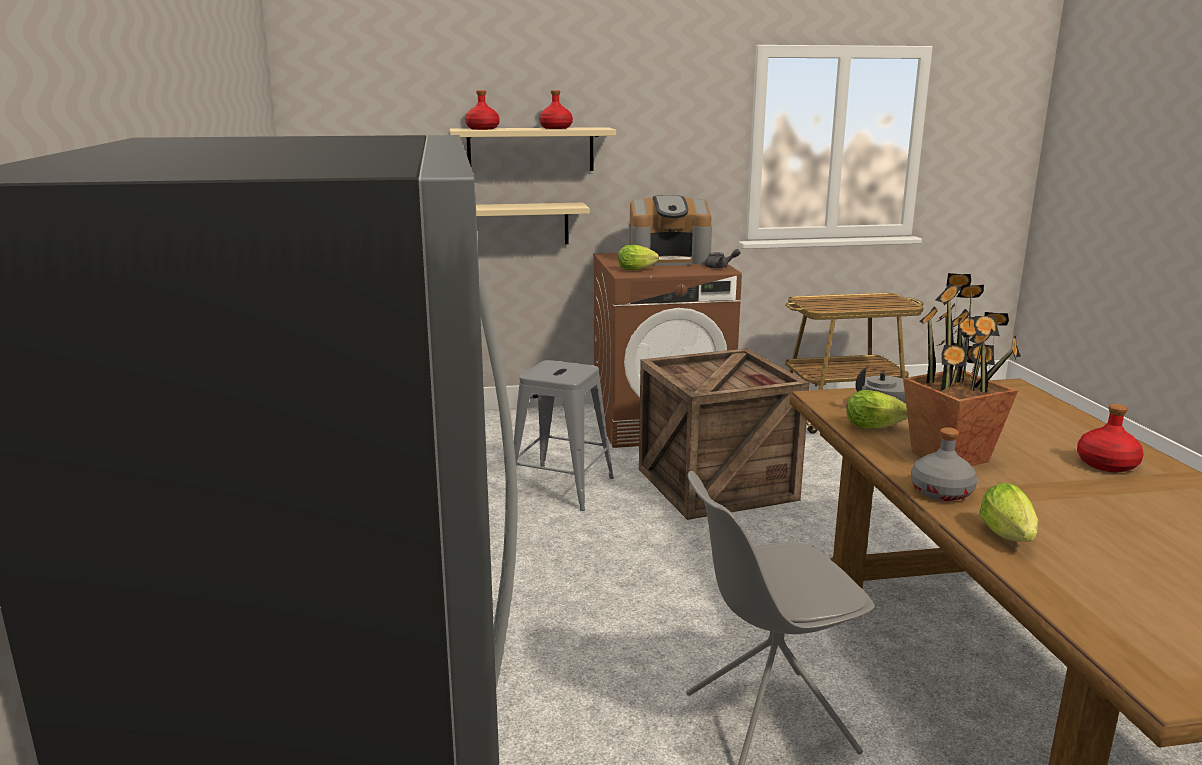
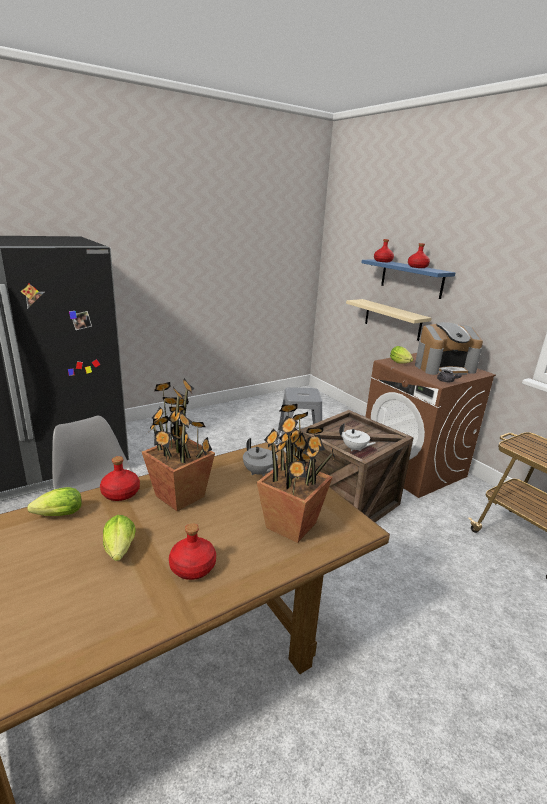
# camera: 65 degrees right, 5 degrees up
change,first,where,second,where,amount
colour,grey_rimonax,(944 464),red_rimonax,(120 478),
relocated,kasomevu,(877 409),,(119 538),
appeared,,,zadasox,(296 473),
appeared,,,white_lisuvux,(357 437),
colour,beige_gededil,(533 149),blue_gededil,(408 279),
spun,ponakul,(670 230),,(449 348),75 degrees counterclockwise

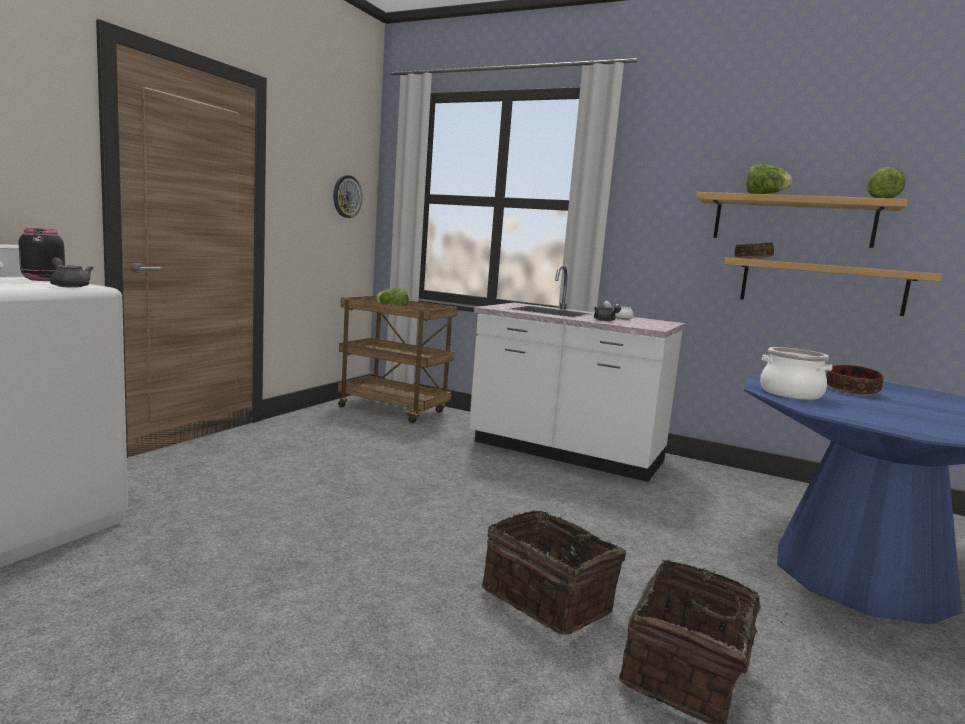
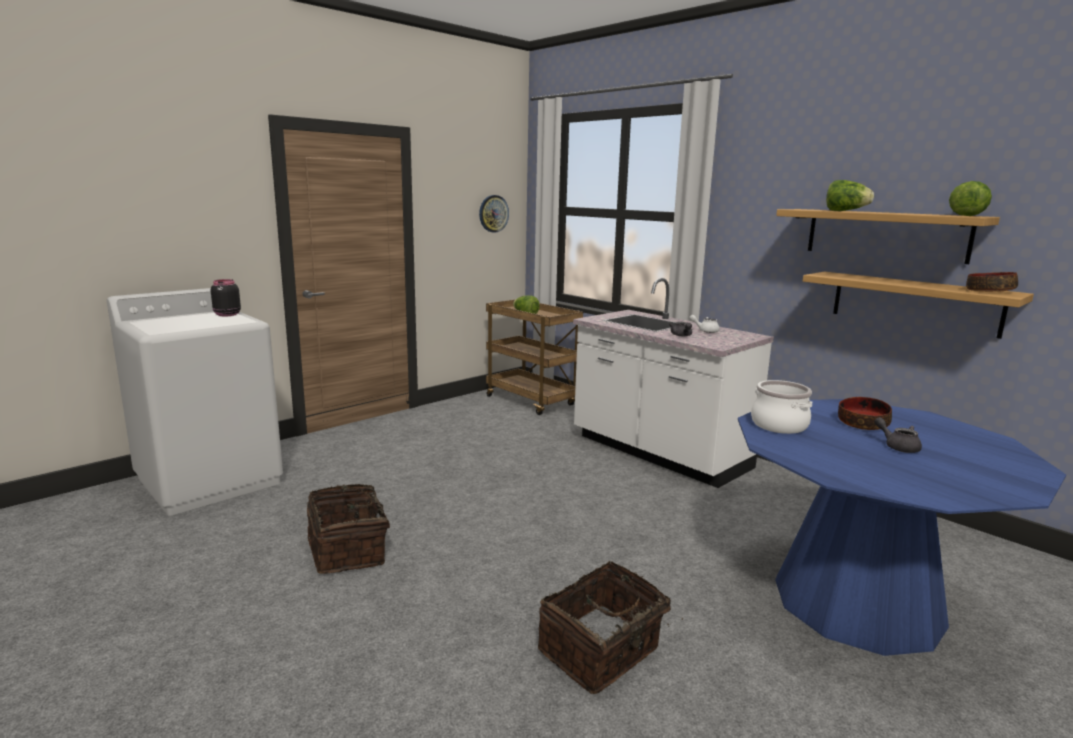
# camera: 20 degrees right, 5 degrees up
change,first,where,second,where,amount
relocated,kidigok,(554 572),,(349 529),
relocated,grey_lisuvux,(71 273),,(898 435),
relocated,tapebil,(754 250),,(992 282),

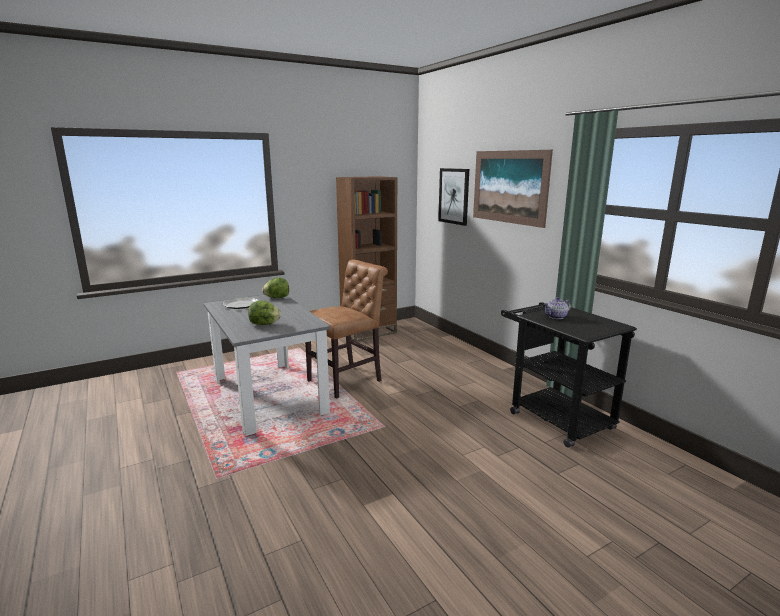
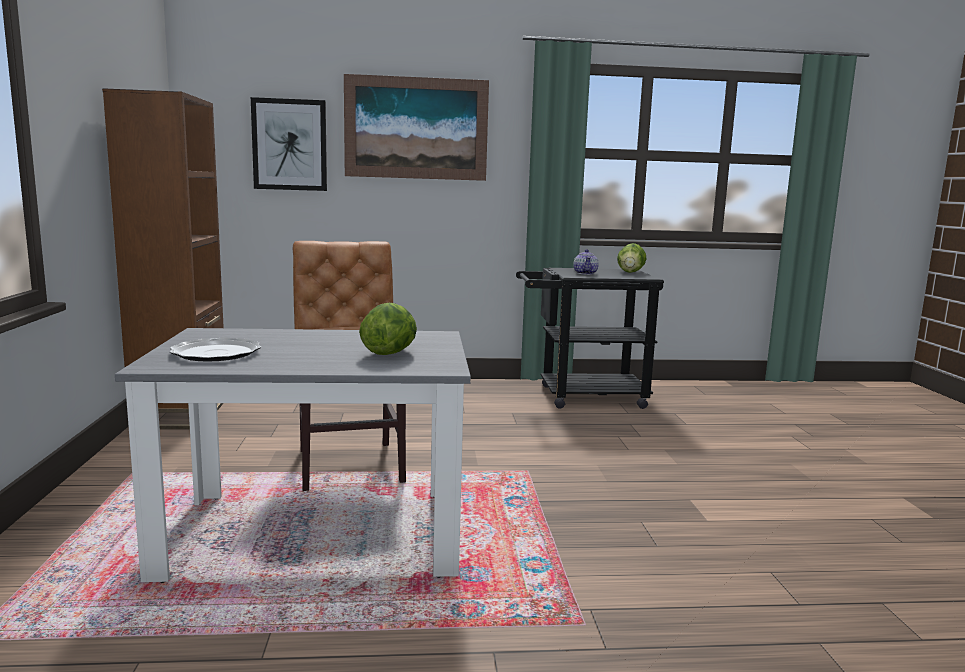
# camera: 65 degrees left, 5 degrees down
change,first,where,second,where,amount
relocated,kasomevu,(275 288),,(632 258),

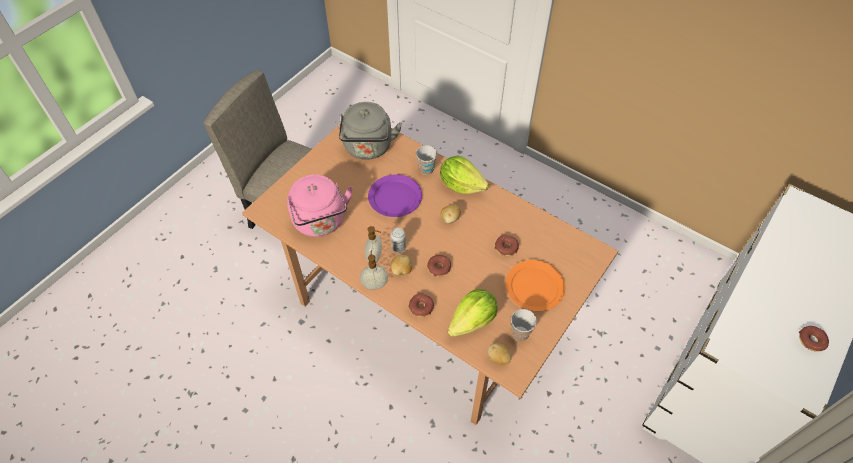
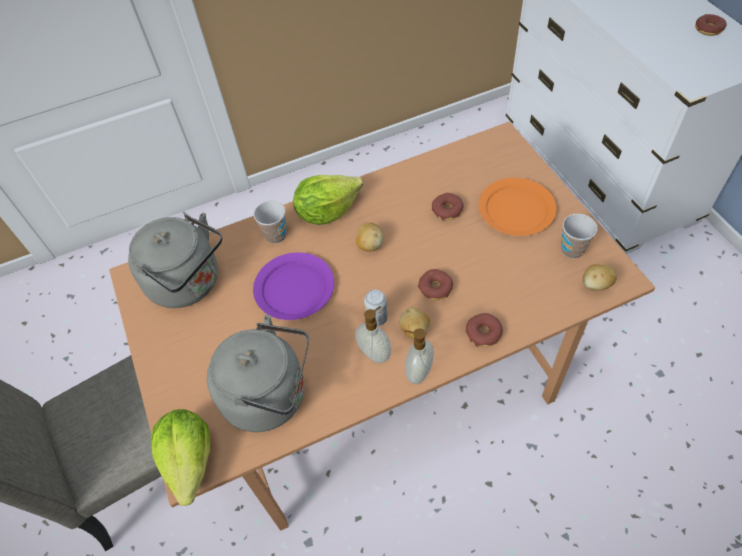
# camera: 55 degrees left, 0 degrees up
change,first,where,second,where,amount
relocated,kasomevu,(473 313),,(180 457),
colour,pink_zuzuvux,(320 205),grey_zuzuvux,(258 373),

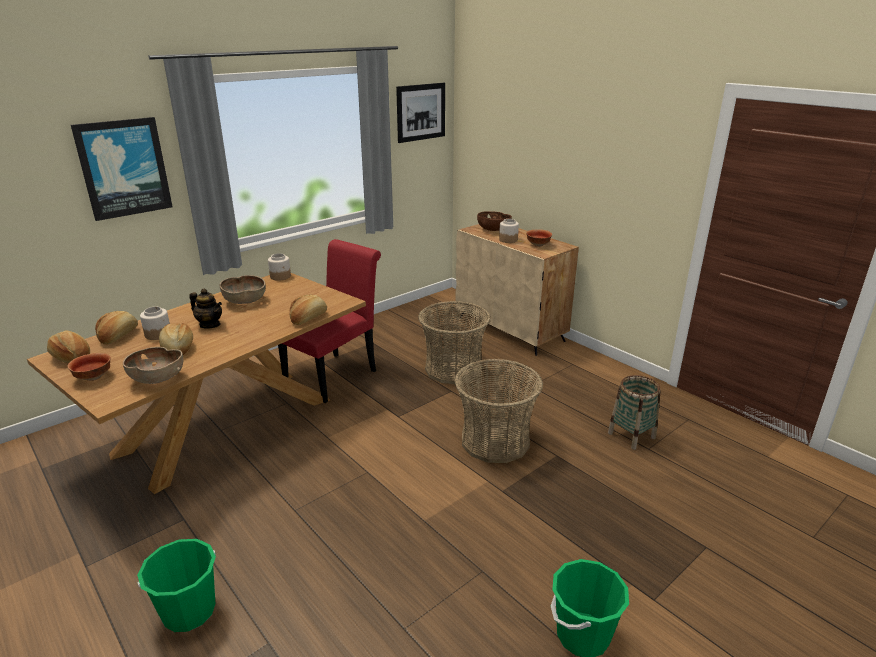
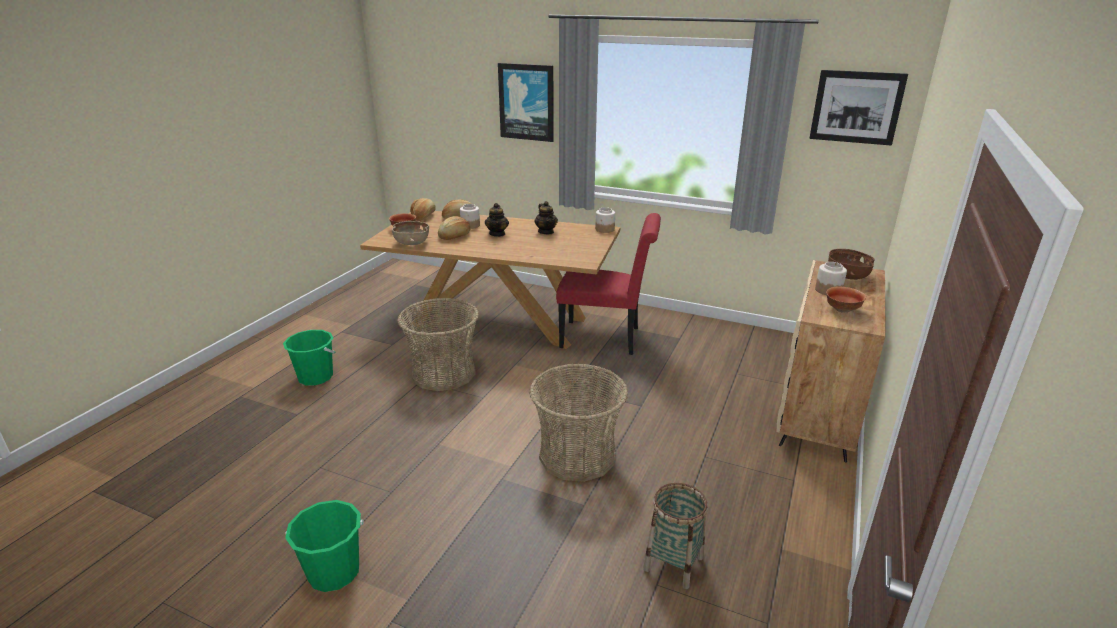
# camera: 65 degrees right, 0 degrees up
change,first,where,second,where,amount
relocated,kidigok,(454 342),,(438 344),
exchanged,brown_tapebil,(243 289),lisuvux,(546 217),
missing,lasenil,(308 310),,,

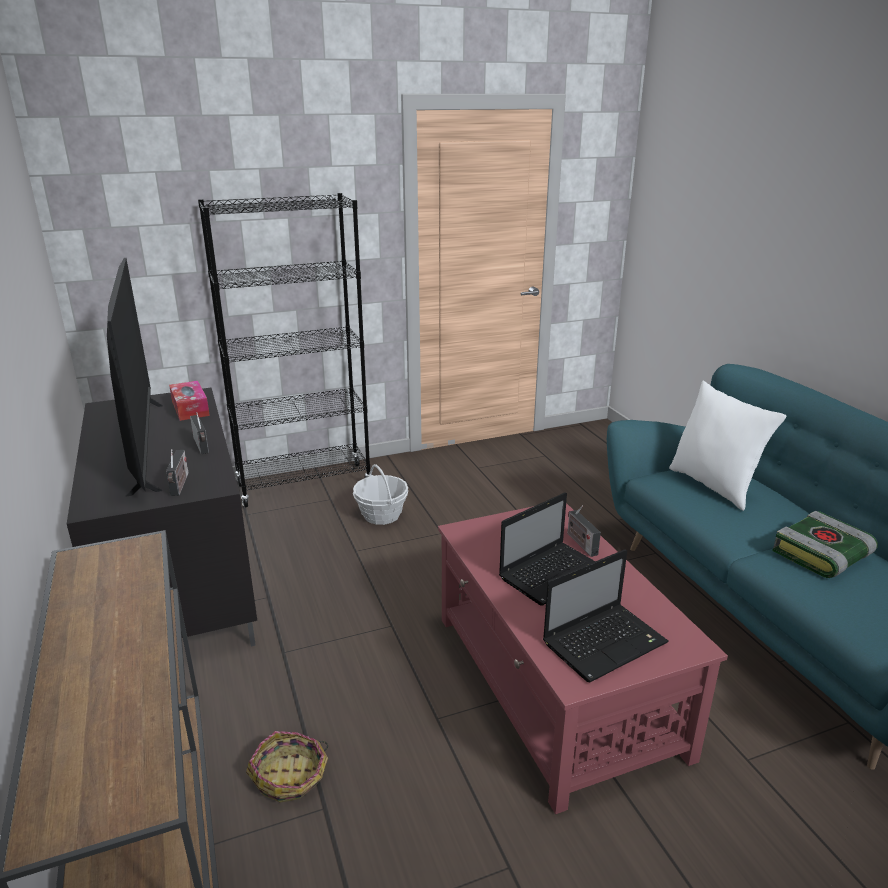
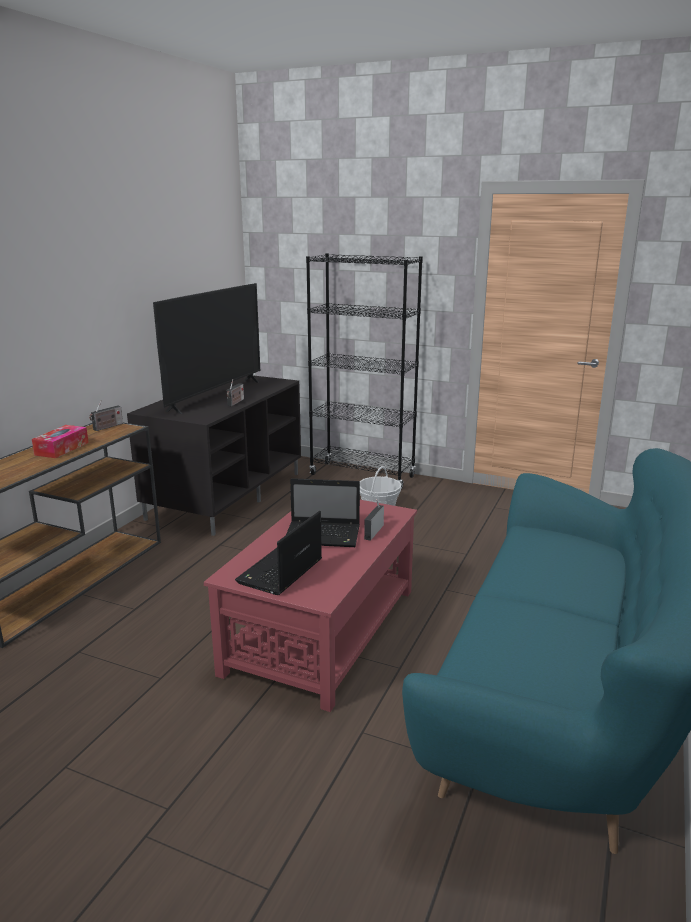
# camera: 45 degrees right, 5 degrees down
change,first,where,second,where,amount
relocated,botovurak,(189 401),,(60 441),
relocated,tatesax,(177 472),,(106 416),
spun,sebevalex,(606 615),,(278 553),105 degrees clockwise
missing,kidigok,(287 767),,,
missing,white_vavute,(727 446),,,
missing,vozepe,(825 544),,,

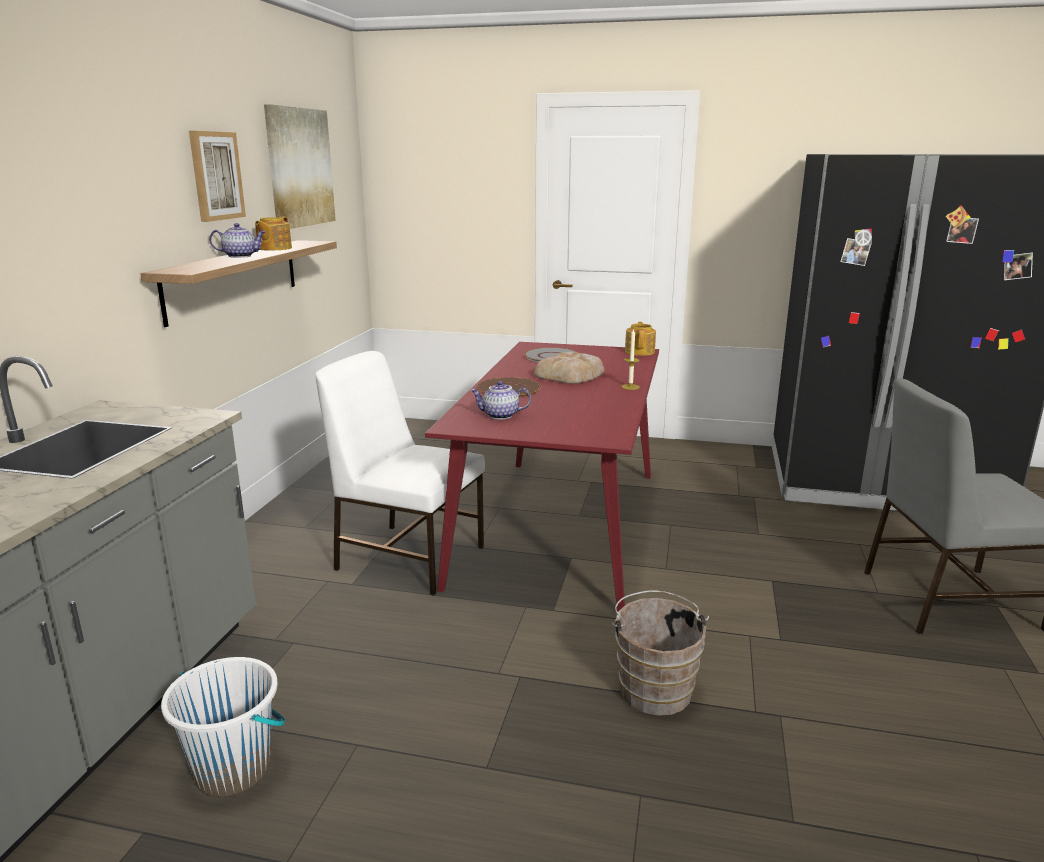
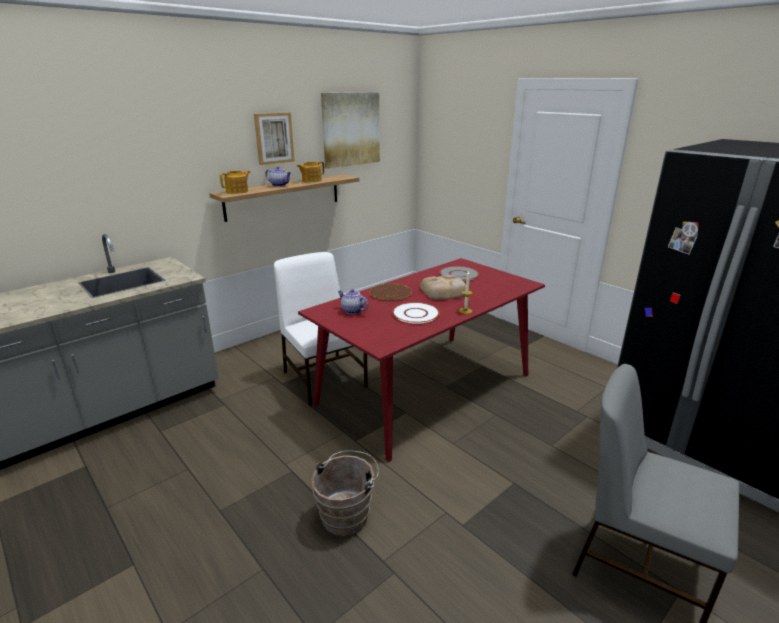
# camera: 35 degrees right, 5 degrees up
change,first,where,second,where,amount
relocated,lisuvux,(640 339),,(235 182),
appeared,,,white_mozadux,(416 313),
missing,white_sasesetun,(223 727),,,

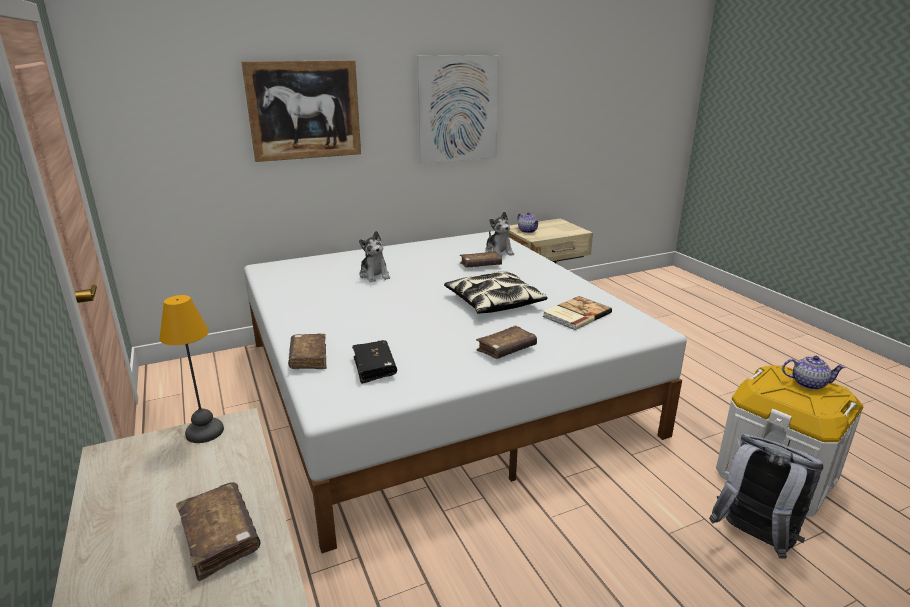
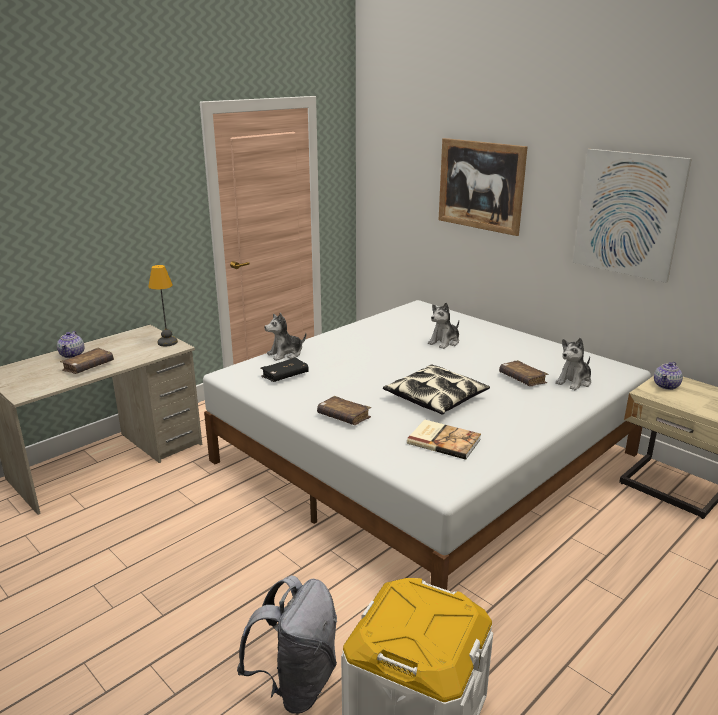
# camera: 70 degrees right, 0 degrees up
change,first,where,second,where,amount
relocated,lisuvux,(814 373),,(70 344),
exchanged,brown_vozepe,(307 351),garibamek,(285 337),

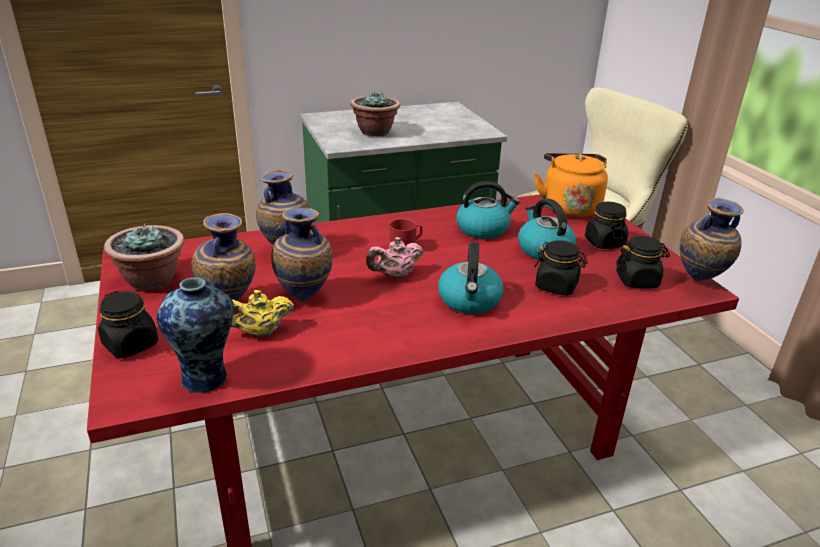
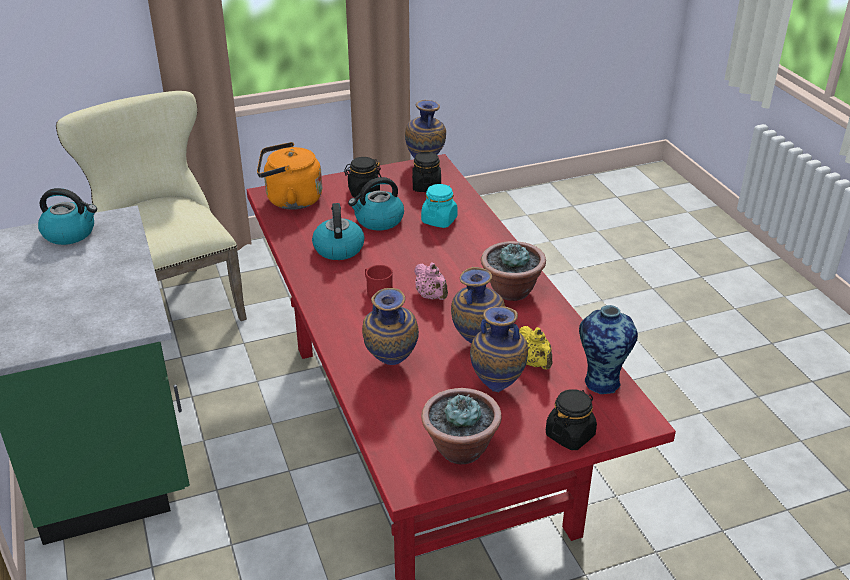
# camera: 90 degrees left, 5 degrees up
change,first,where,second,where,amount
relocated,zuzuvux,(471 278),,(67 216),
colour,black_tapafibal,(561 268),turquoise_tapafibal,(439 206),
relocated,zadasox,(375 113),,(513 271),

